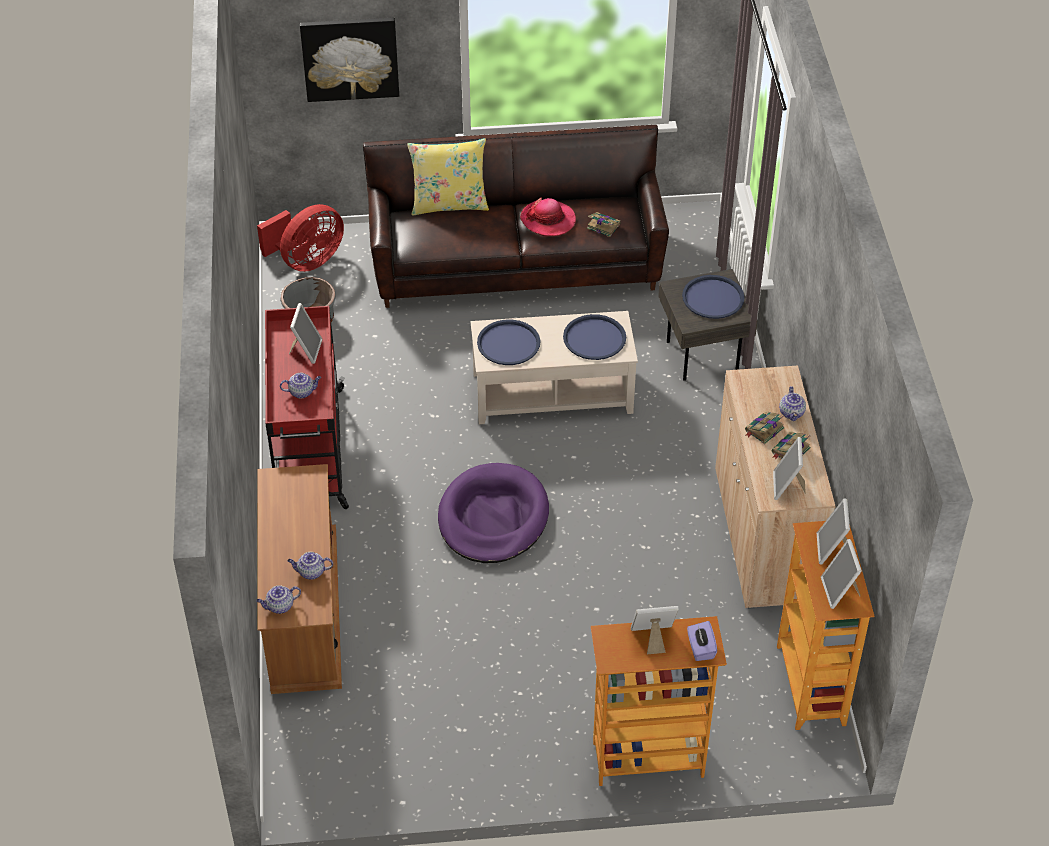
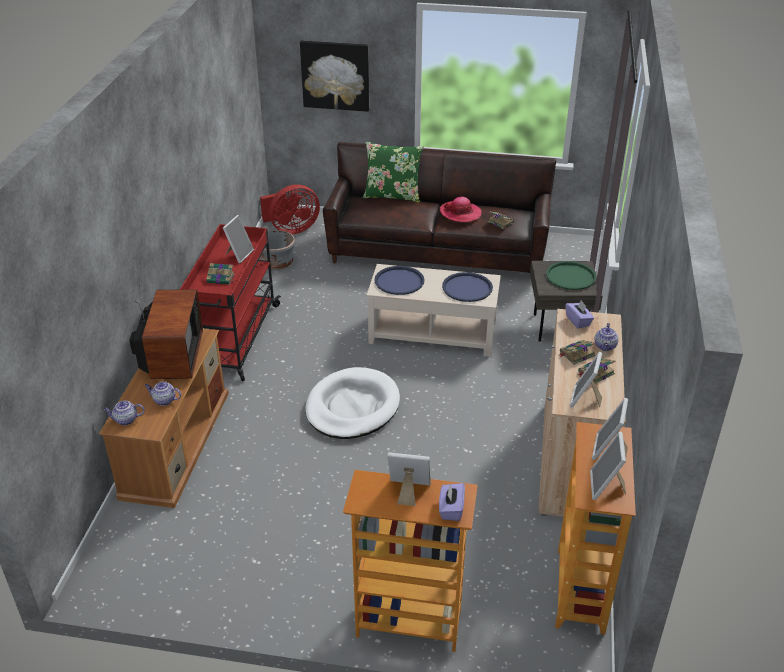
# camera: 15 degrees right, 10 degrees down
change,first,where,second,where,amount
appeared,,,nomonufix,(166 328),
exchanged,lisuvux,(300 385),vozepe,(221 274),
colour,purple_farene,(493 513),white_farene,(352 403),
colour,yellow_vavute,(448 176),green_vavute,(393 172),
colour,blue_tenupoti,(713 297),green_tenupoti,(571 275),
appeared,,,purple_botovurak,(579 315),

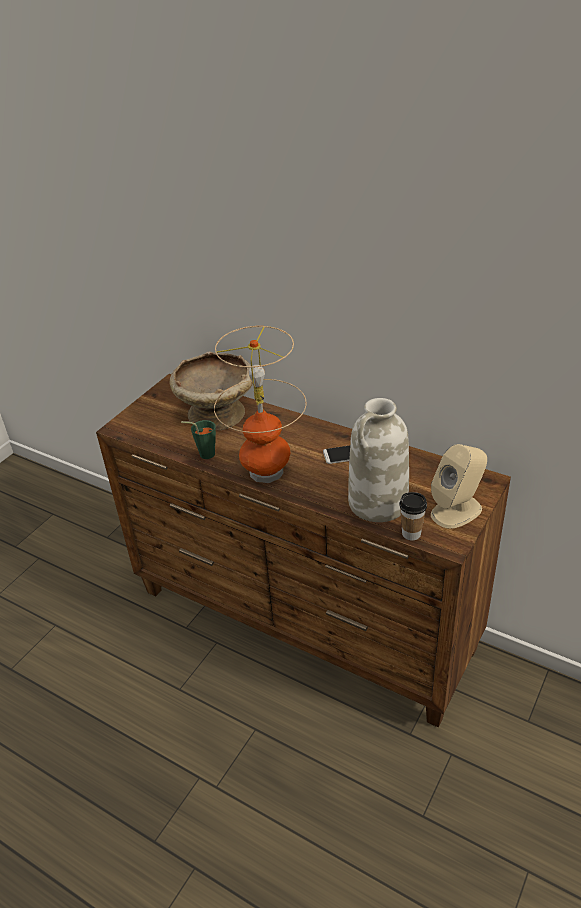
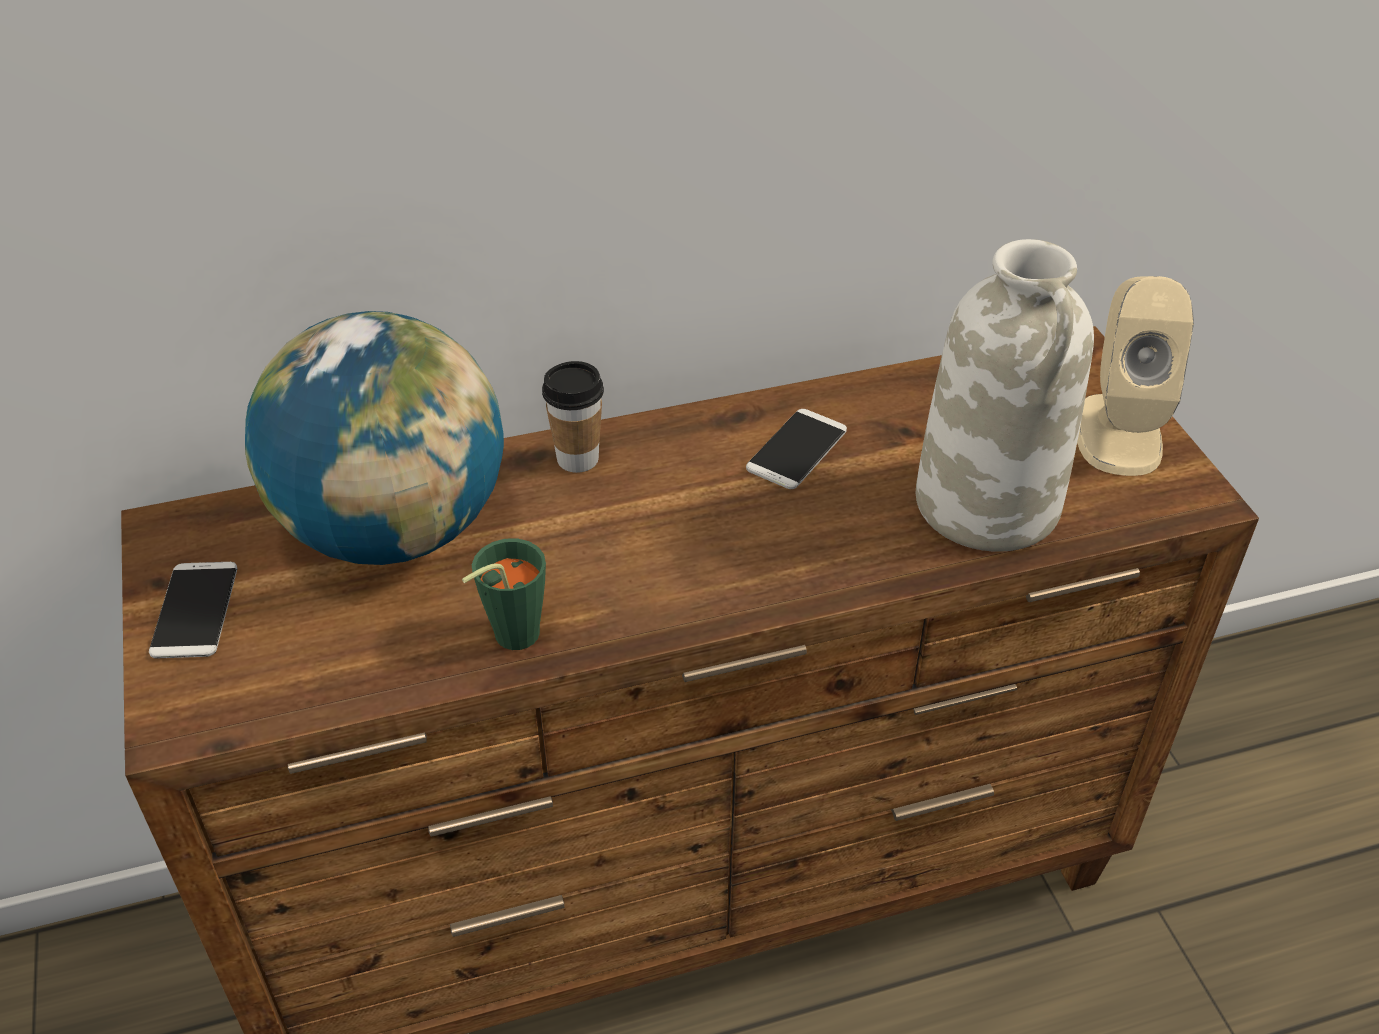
# camera: 50 degrees left, 5 degrees up
change,first,where,second,where,amount
appeared,,,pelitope,(193 610),
exchanged,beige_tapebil,(211 390),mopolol,(374 438),
relocated,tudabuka,(413 516),,(573 417),
missing,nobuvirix,(260 404),,,

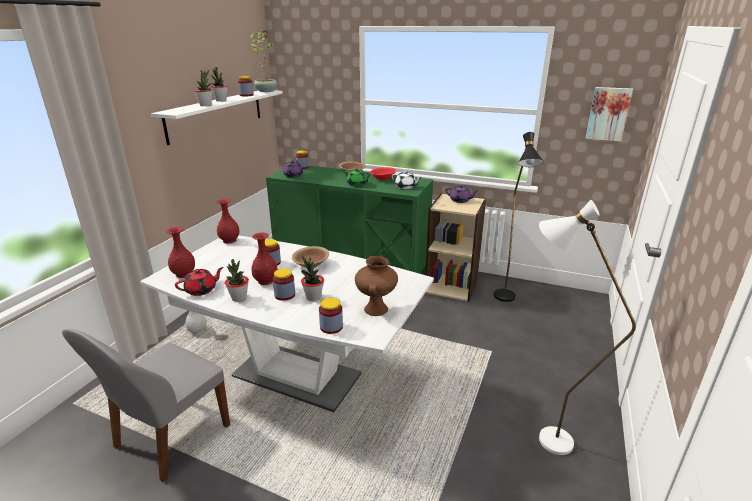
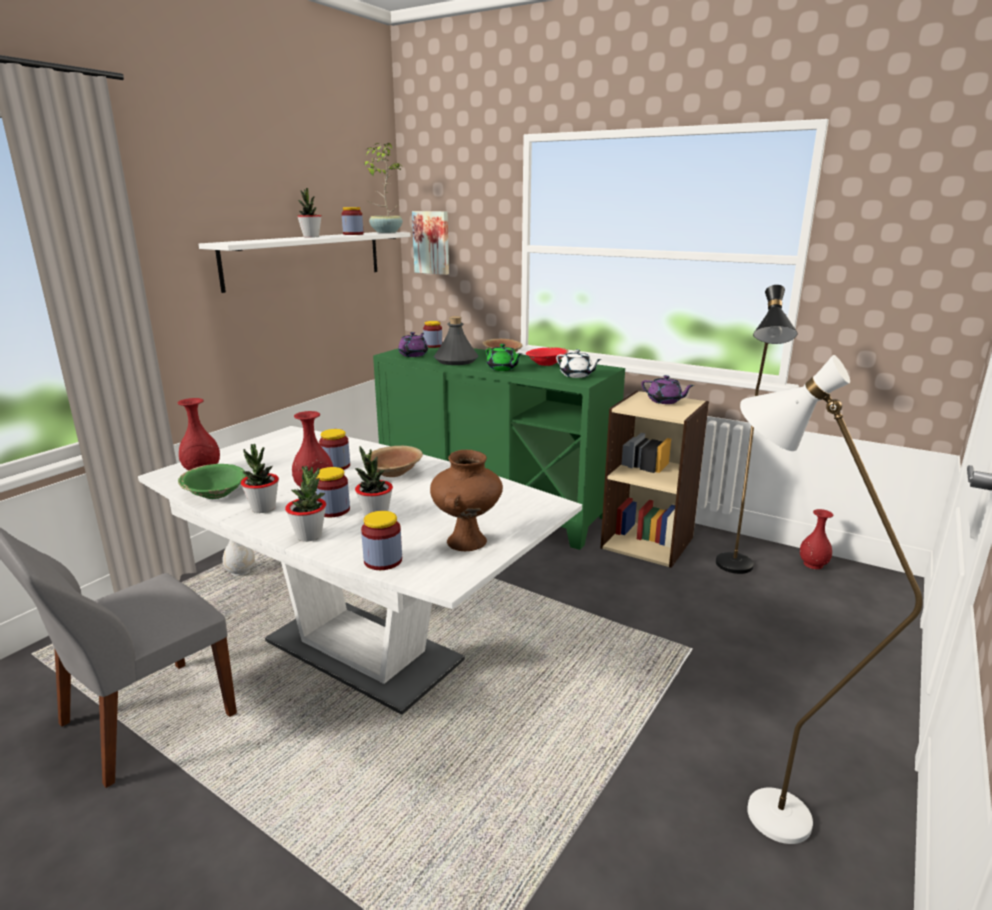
# camera: 10 degrees right, 5 degrees down
change,first,where,second,where,amount
exchanged,red_lisuvux,(199 281),green_tapebil,(212 481),
relocated,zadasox,(203 88),,(305 504),
relocated,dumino,(609 114),,(430 243),
appeared,,,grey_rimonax,(456 340),
relocated,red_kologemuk,(228 221),,(816 539),

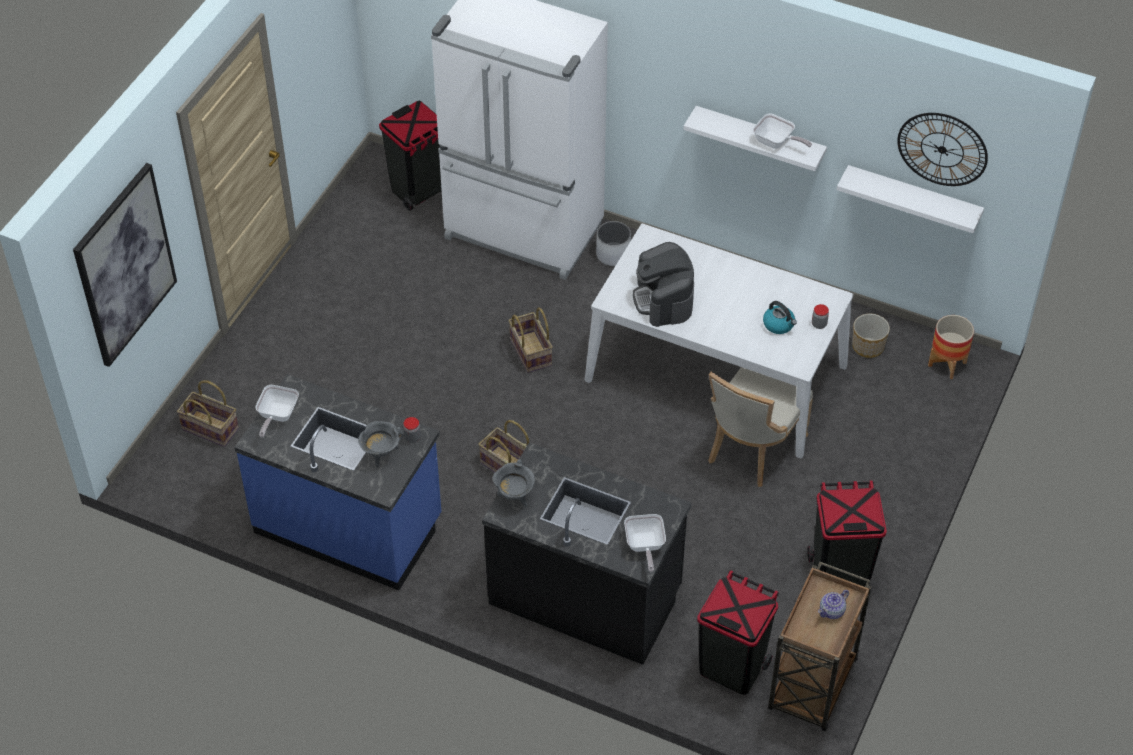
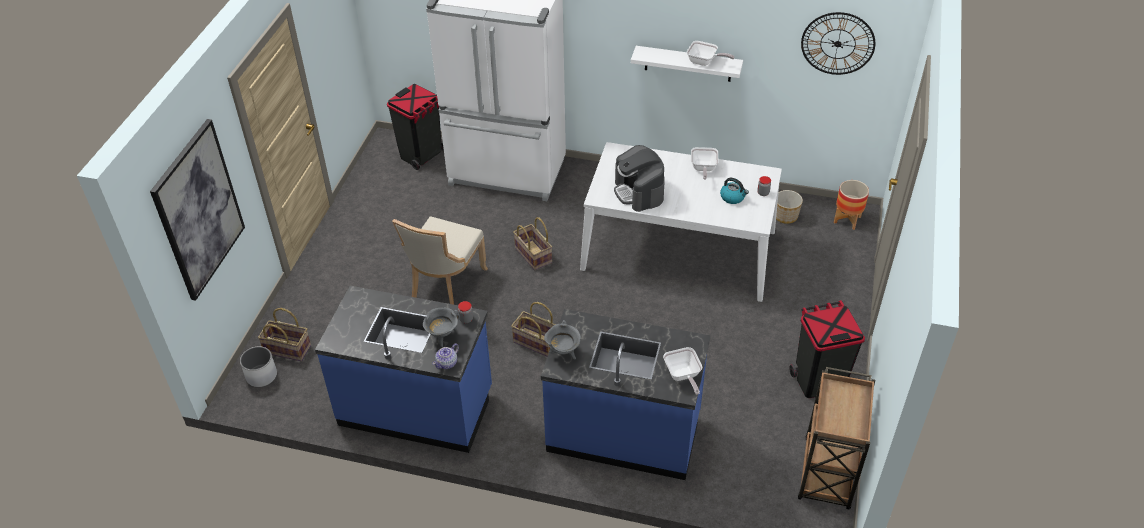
# camera: 10 degrees left, 5 degrees down
change,first,where,second,where,amount
relocated,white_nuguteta,(613 243),,(258 366),
relocated,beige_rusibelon,(760 427),,(440 260),
relocated,lisuvux,(833 604),,(445 356),
colour,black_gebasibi,(586 554),blue_gebasibi,(626 394),
relocated,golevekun,(277 411),,(704 163),
missing,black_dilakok,(738 632),,,
missing,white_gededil,(910 199),,,

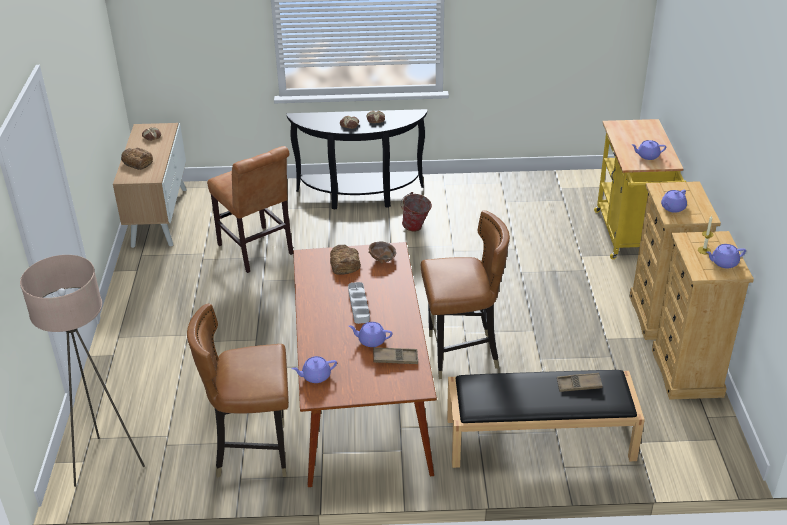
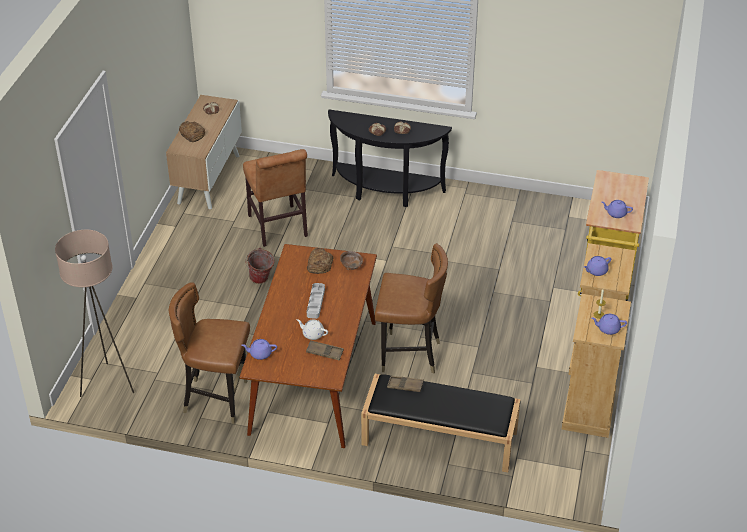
# camera: 15 degrees right, 5 degrees up
change,first,where,second,where,amount
relocated,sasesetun,(416 212),,(260 266),
colour,purple_lisuvux,(371 334),white_lisuvux,(312 329),
relocated,brown_tenupoti,(580 382),,(405 384),

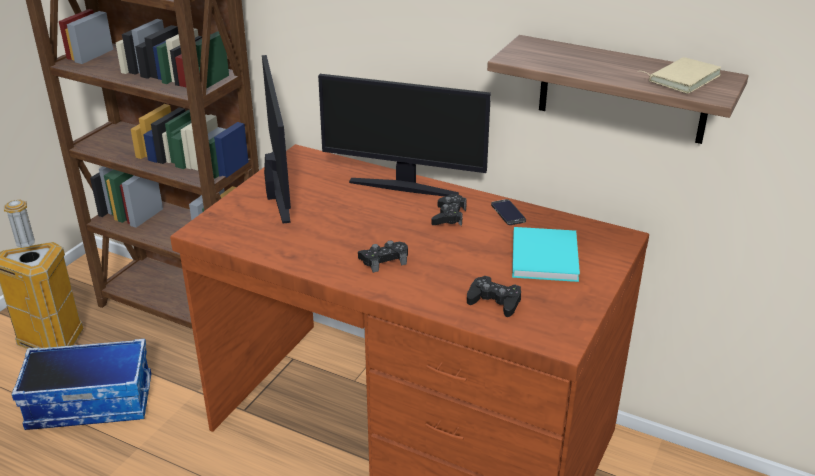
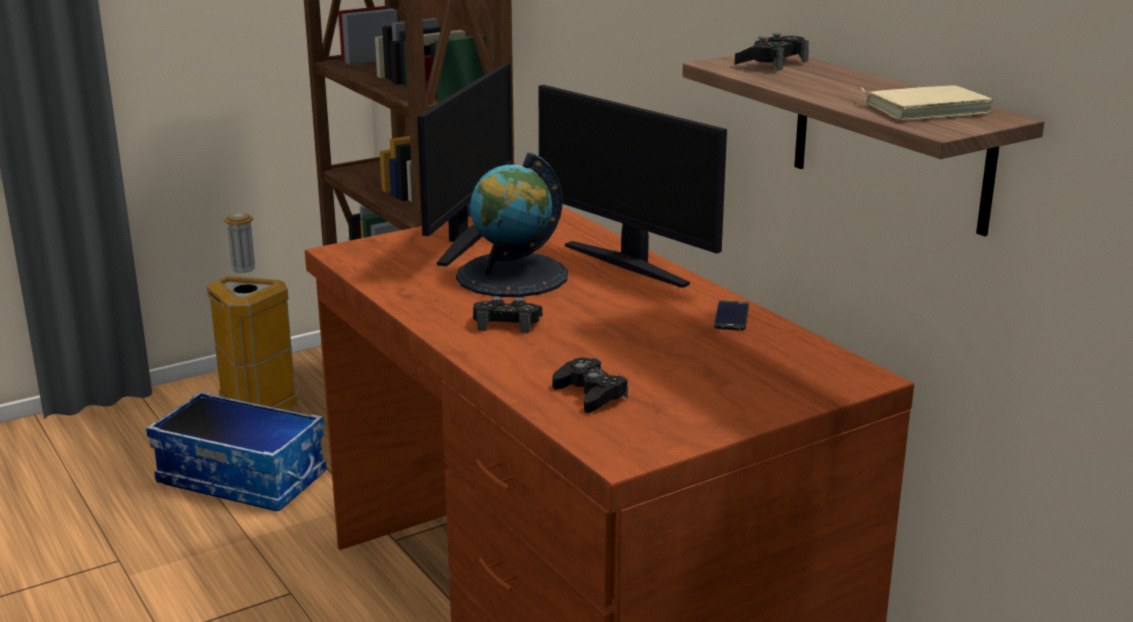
# camera: 30 degrees right, 10 degrees down
change,first,where,second,where,amount
appeared,,,mopolol,(512 225),
relocated,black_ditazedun,(449 210),,(772 51),
missing,turquoise_vozepe,(546 254),,,

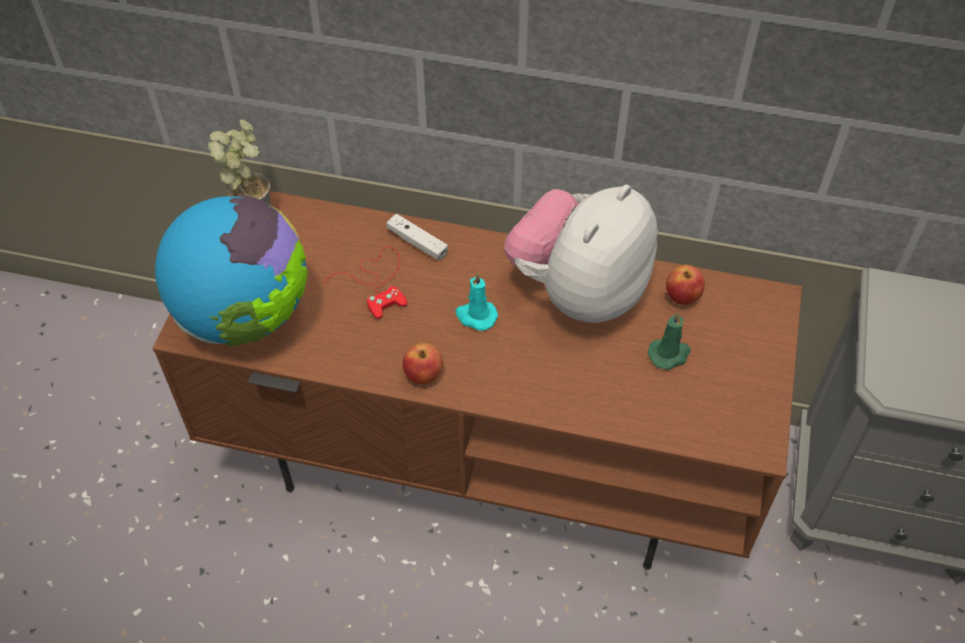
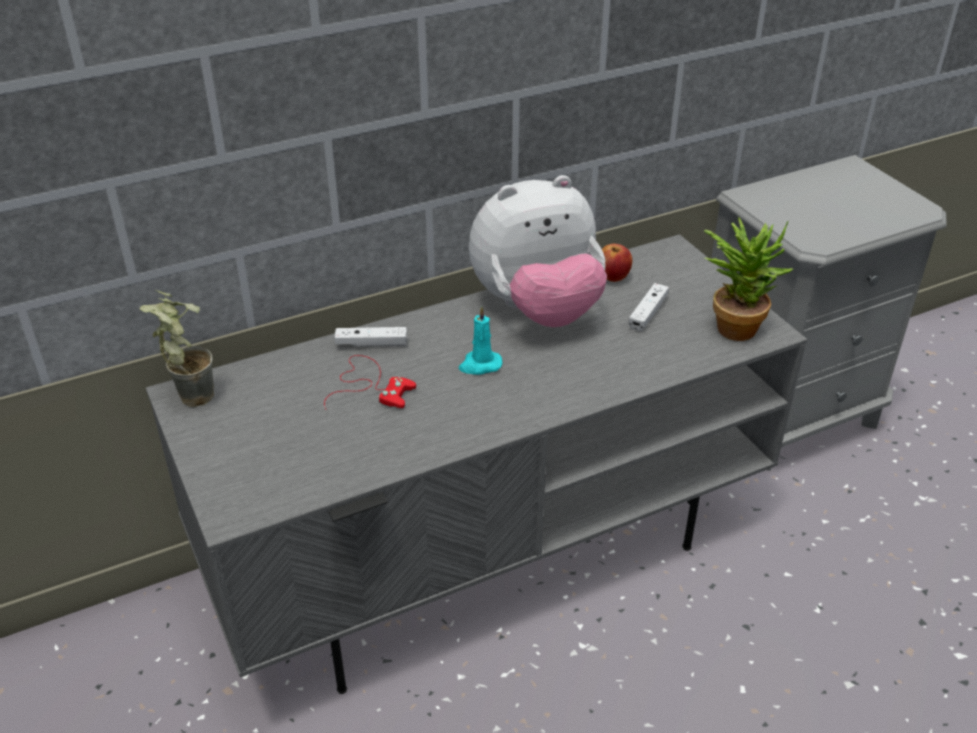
# camera: 40 degrees left, 15 degrees down
change,first,where,second,where,amount
colour,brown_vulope,(477 380),grey_vulope,(476 464),
spun,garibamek,(581 253),,(538 251),105 degrees counterclockwise
exchanged,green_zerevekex,(669 341),white_ditazedun,(649 307),
appeared,,,zadasox,(749 279),
missing,mopolol,(231 270),,,
missing,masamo,(423 364),,,

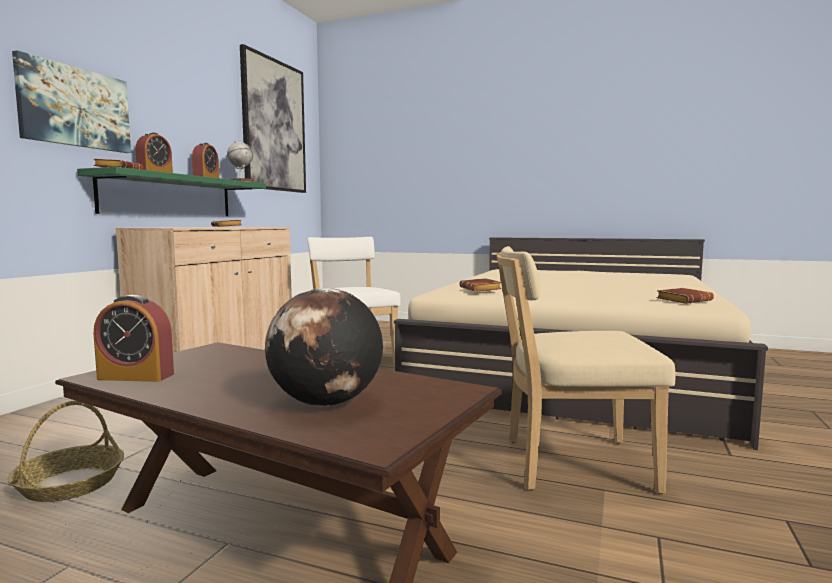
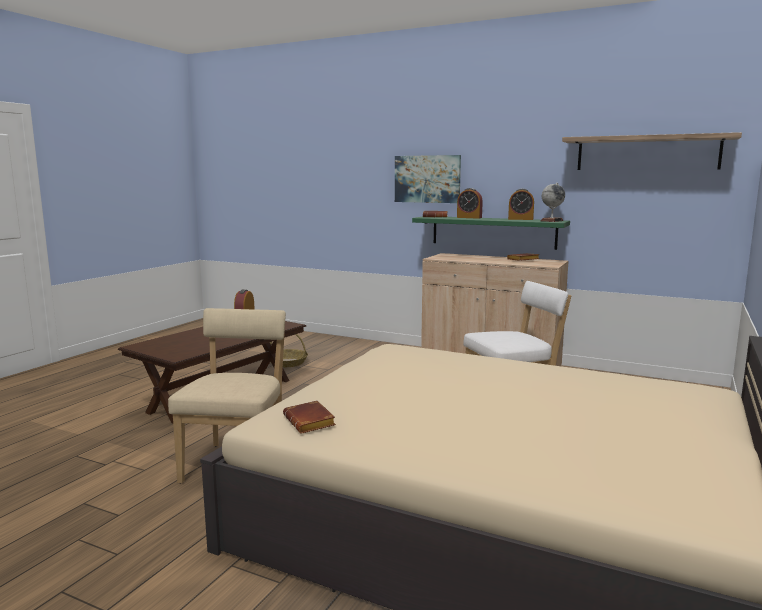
# camera: 95 degrees right, 5 degrees up
change,first,where,second,where,amount
exchanged,dumino,(273 118),gededil,(652 151),
missing,mopolol,(324 347),,,
missing,brown_vozepe,(480 285),,,

